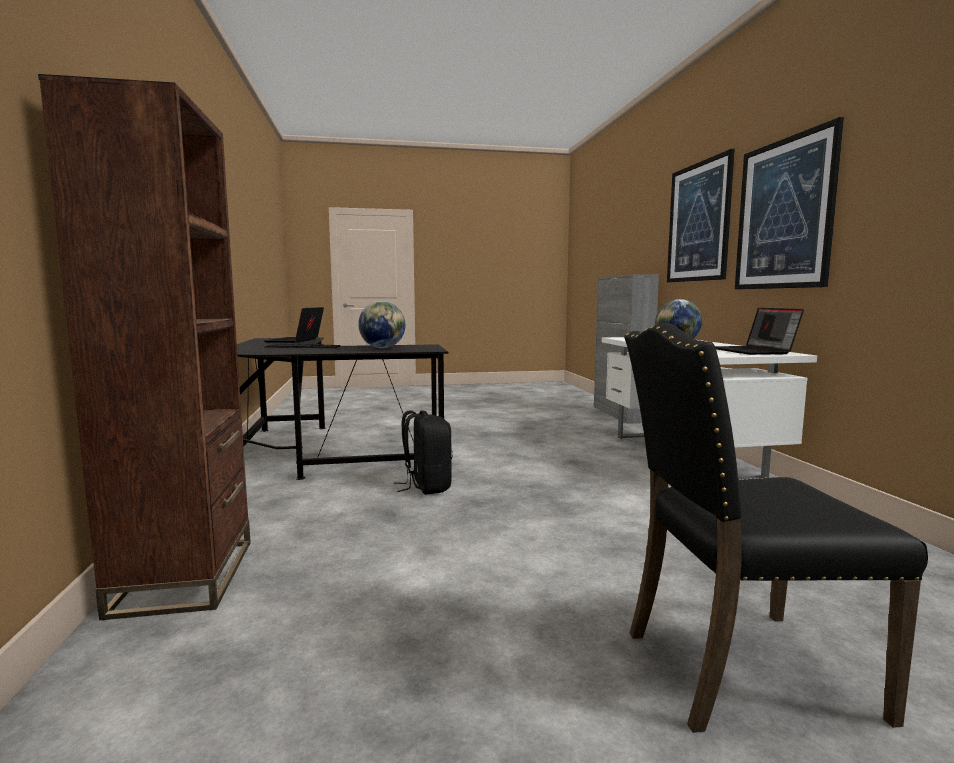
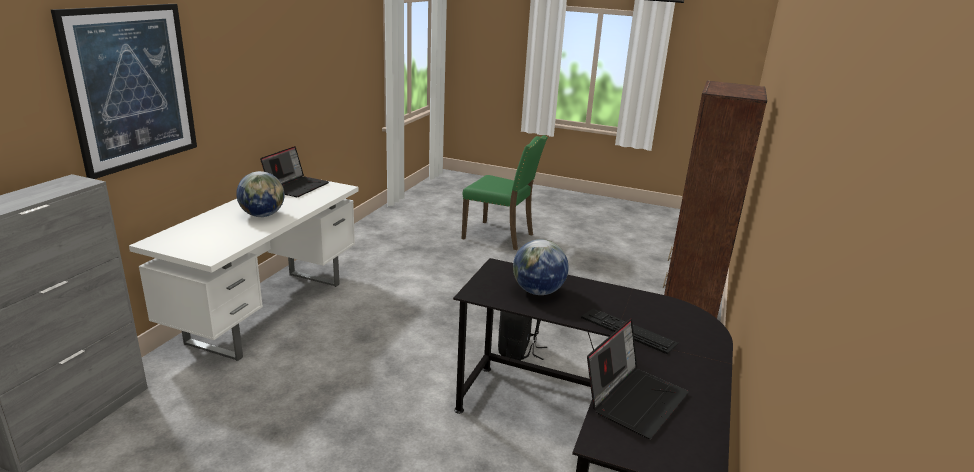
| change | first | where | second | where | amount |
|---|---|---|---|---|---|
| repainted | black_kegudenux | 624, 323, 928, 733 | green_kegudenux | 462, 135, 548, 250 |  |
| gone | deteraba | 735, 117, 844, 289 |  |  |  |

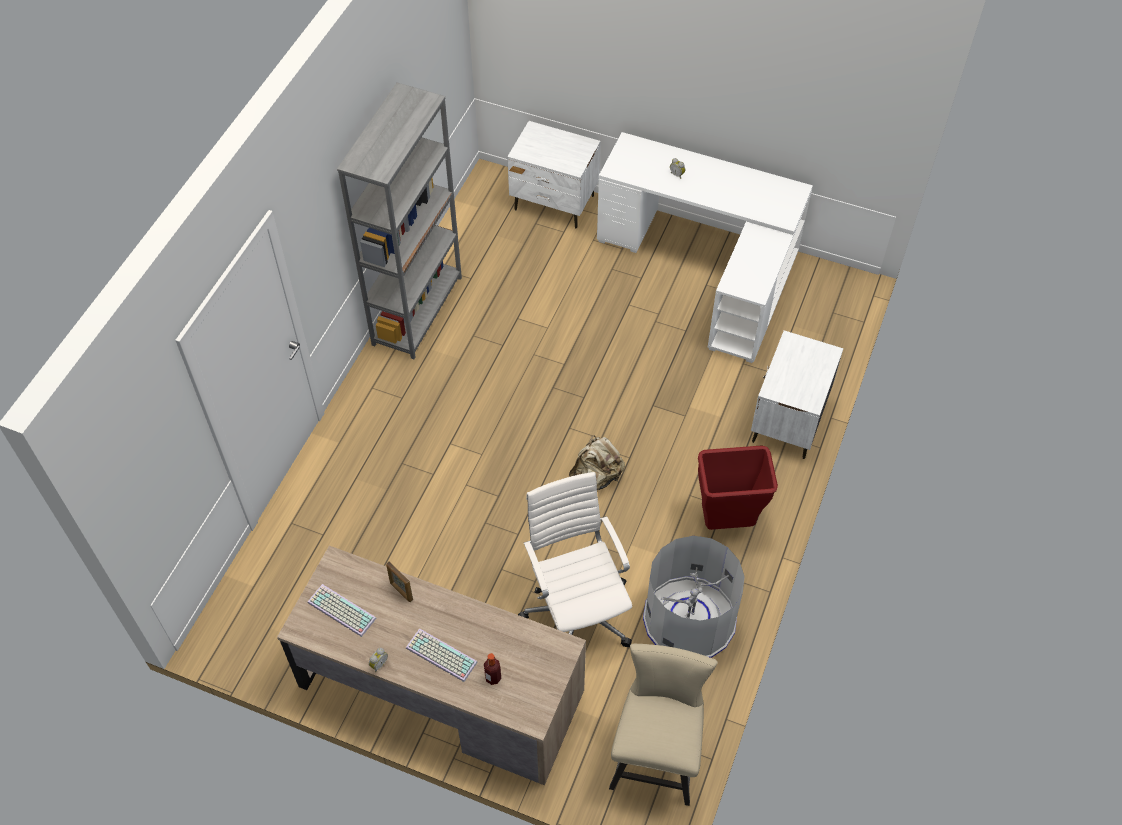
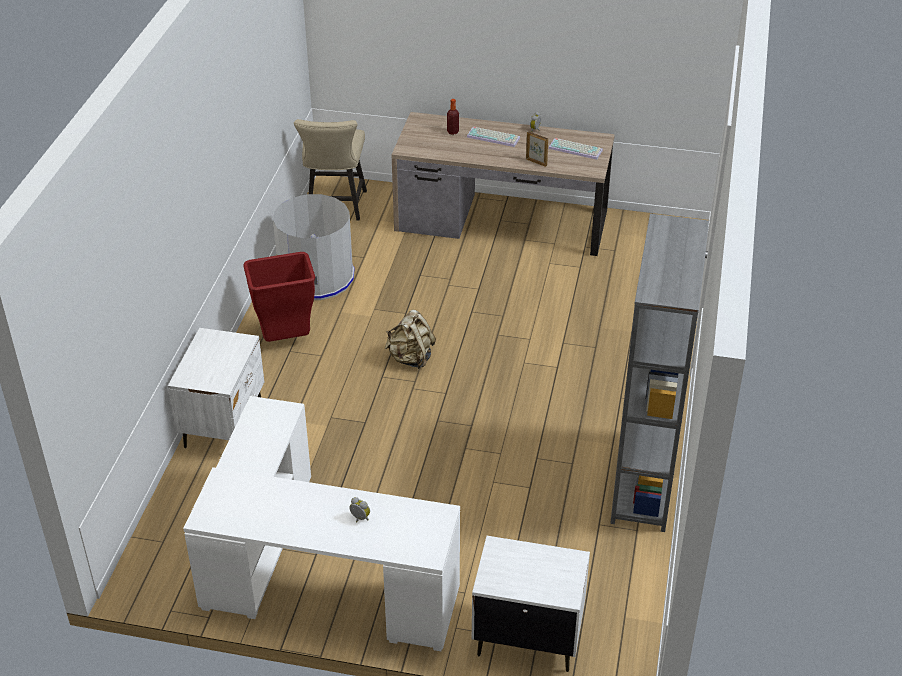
| change | first | where | second | where | amount |
|---|---|---|---|---|---|
| gone | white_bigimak | 518, 472, 632, 647 |  |  |  |

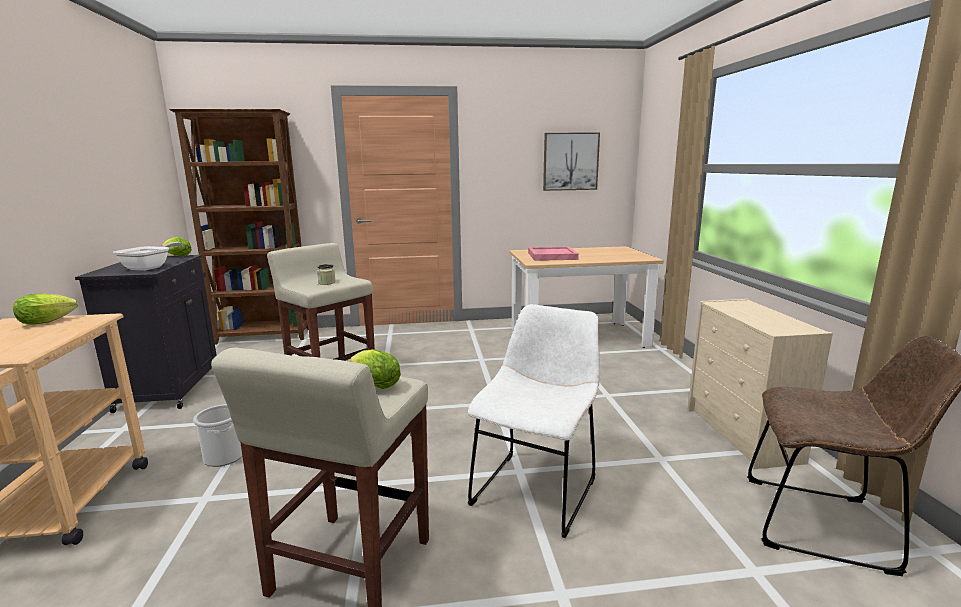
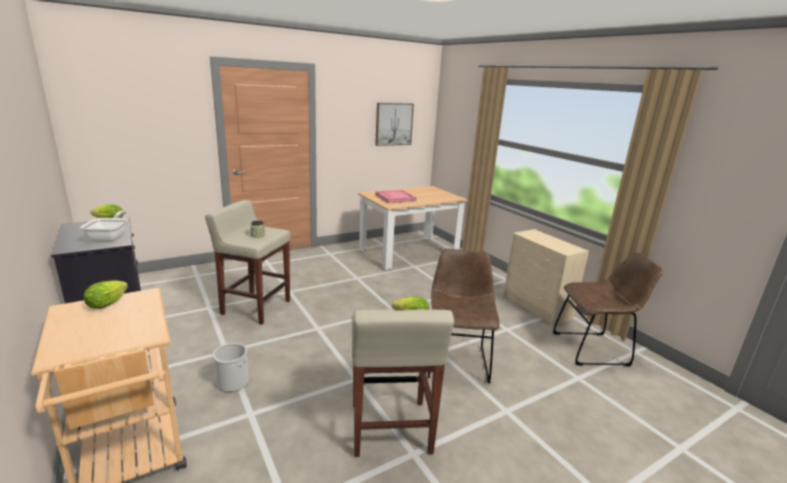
| change | first | where | second | where | amount |
|---|---|---|---|---|---|
| repainted | white_kegudenux | 467, 304, 600, 538 | brown_kegudenux | 428, 249, 500, 383 |  |
| gone | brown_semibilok | 169, 109, 308, 345 |  |  |  |

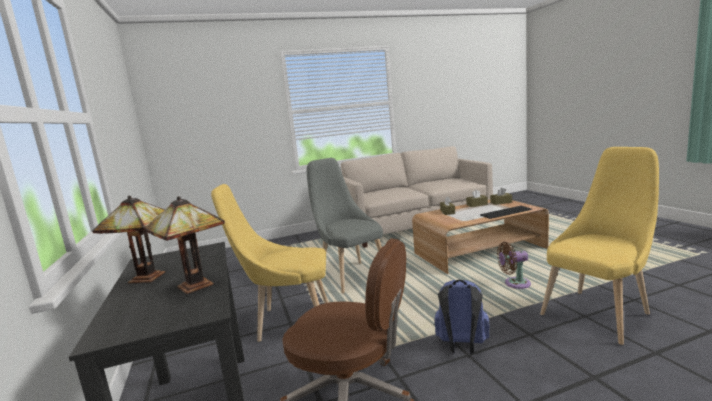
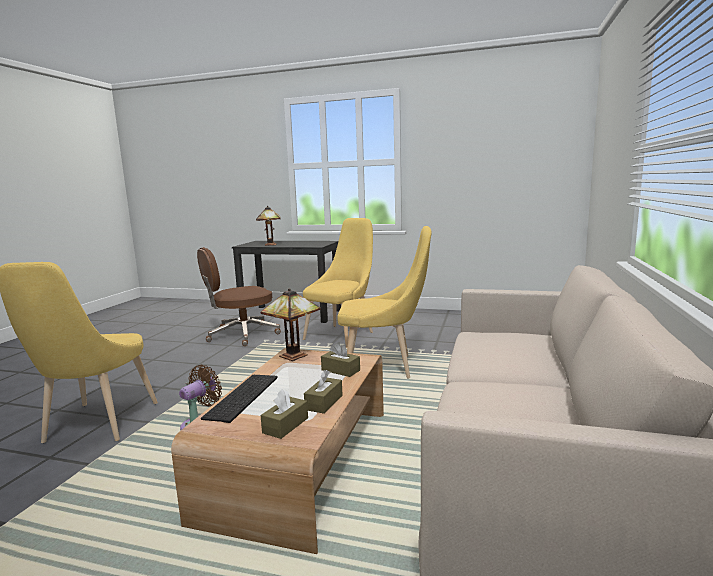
| change | first | where | second | where | amount |
|---|---|---|---|---|---|
| shifted | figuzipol | 92, 196, 165, 284 |  | 261, 288, 321, 361 |  |
| repainted | grey_kegudenux | 307, 158, 383, 294 | yellow_kegudenux | 338, 226, 431, 378 |  |
| gone | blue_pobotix | 434, 280, 490, 354 |  |  |  |

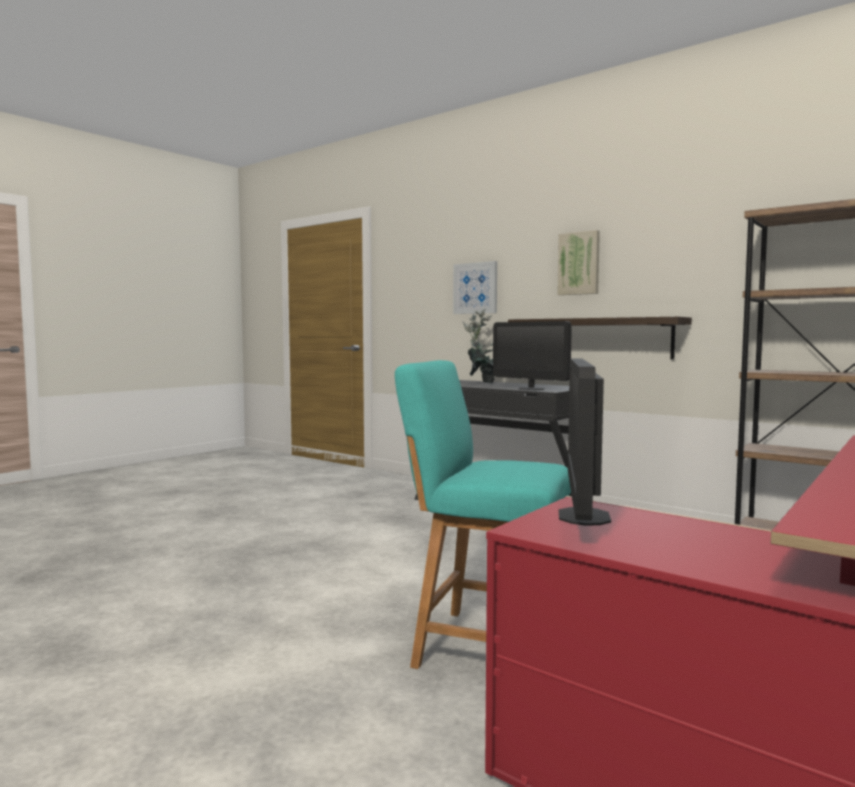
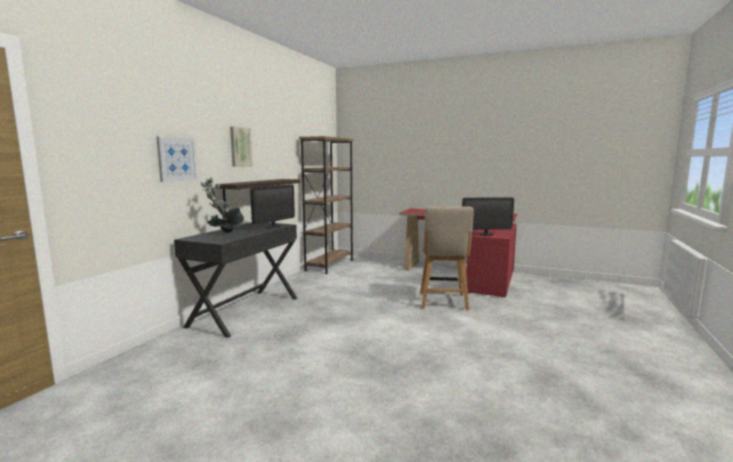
| change | first | where | second | where | amount |
|---|---|---|---|---|---|
| repainted | turquoise_kegudenux | 395, 360, 571, 669 | beige_kegudenux | 420, 206, 474, 311 |  |

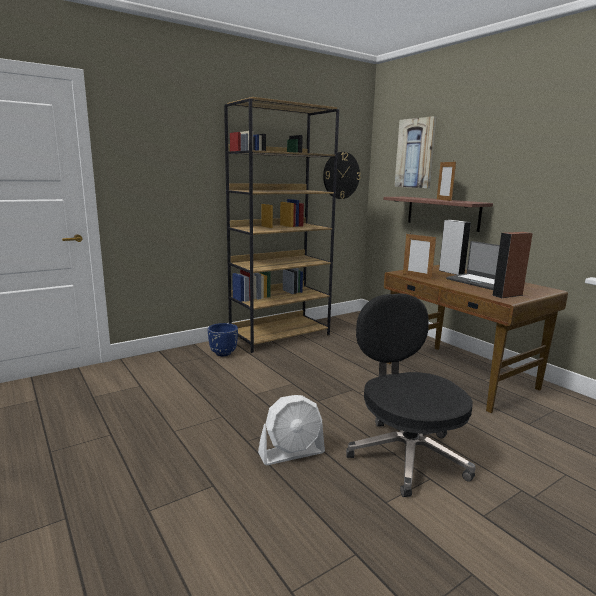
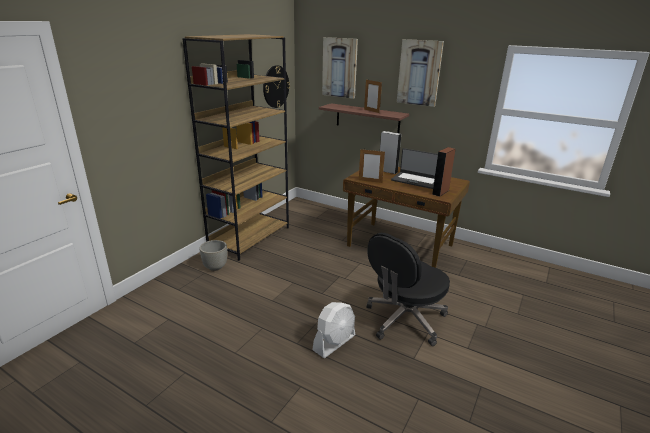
| change | first | where | second | where | amount |
|---|---|---|---|---|---|
| repainted | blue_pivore | 208, 323, 238, 356 | grey_pivore | 200, 240, 227, 271 |  |
| rotated | black_bigimak | 346, 293, 476, 497 |  | 367, 233, 450, 346 | 90 degrees counterclockwise |
| new |  |  | deteraba | 397, 39, 444, 107 |  |

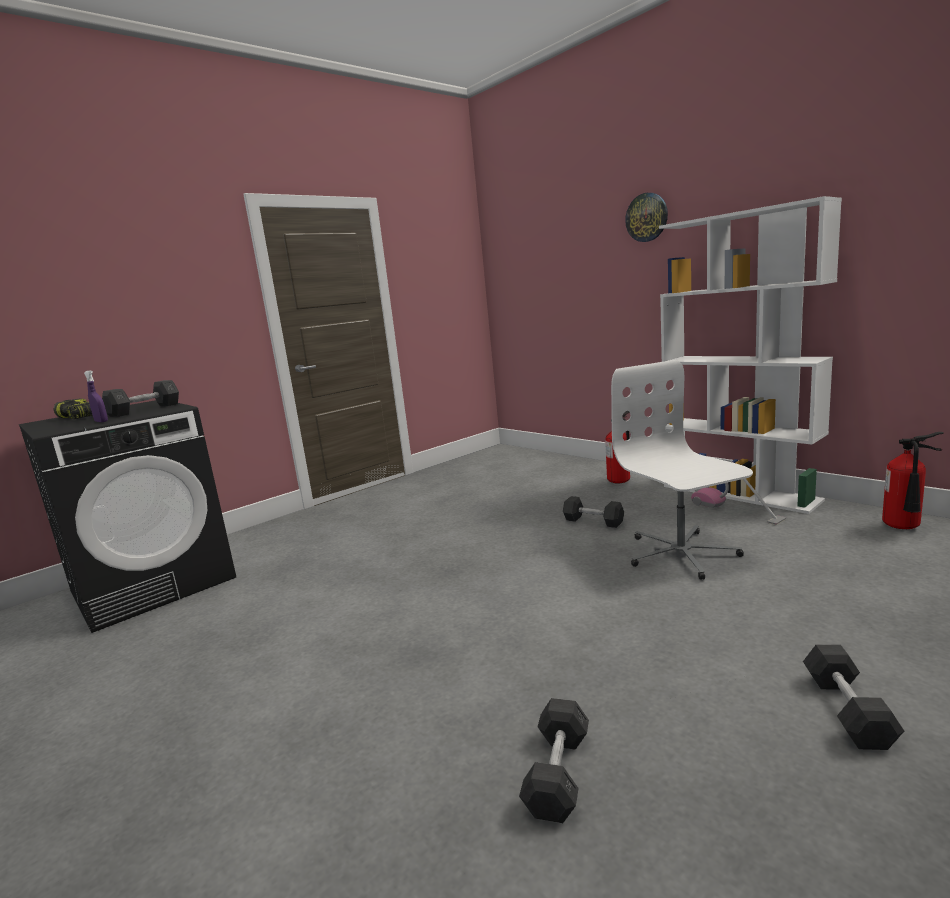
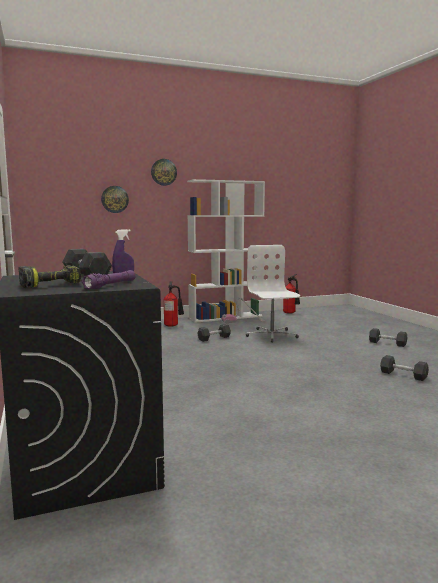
| change | first | where | second | where | amount |
|---|---|---|---|---|---|
| new |  |  | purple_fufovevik | 82, 270, 135, 289 |  |
| new |  |  | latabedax | 101, 186, 129, 213 |  |
| rotated | white_bigimak | 611, 360, 753, 580 |  | 246, 245, 300, 342 | 75 degrees clockwise |

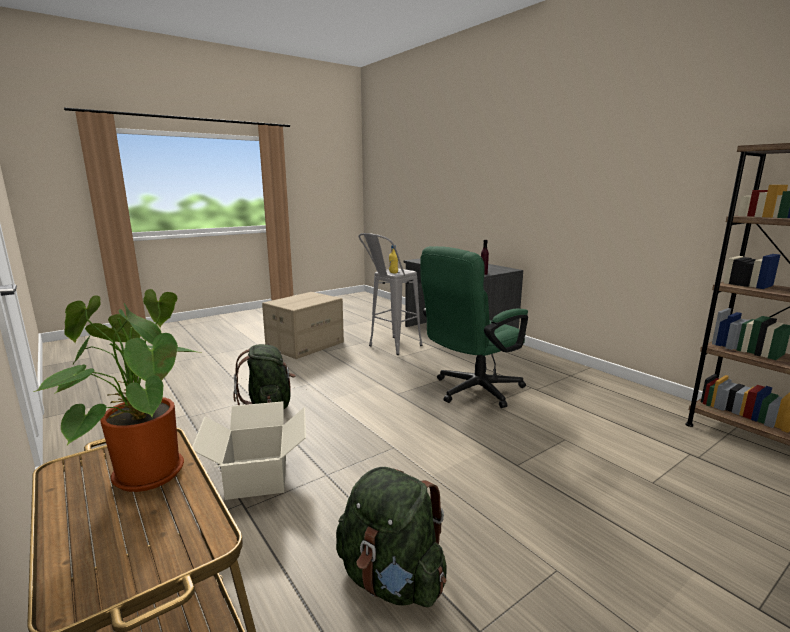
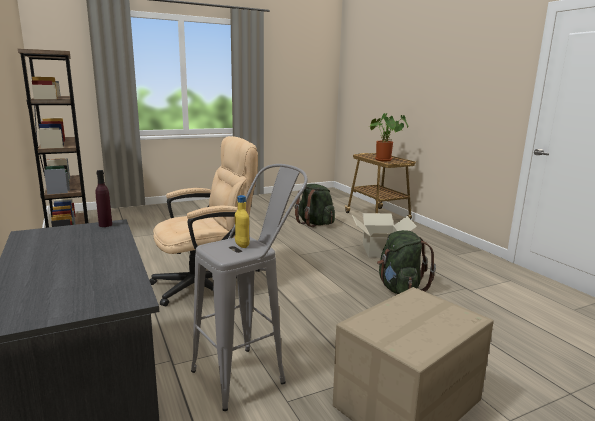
| change | first | where | second | where | amount |
|---|---|---|---|---|---|
| repainted | green_bigimak | 420, 246, 528, 408 | beige_bigimak | 150, 136, 258, 306 |  |

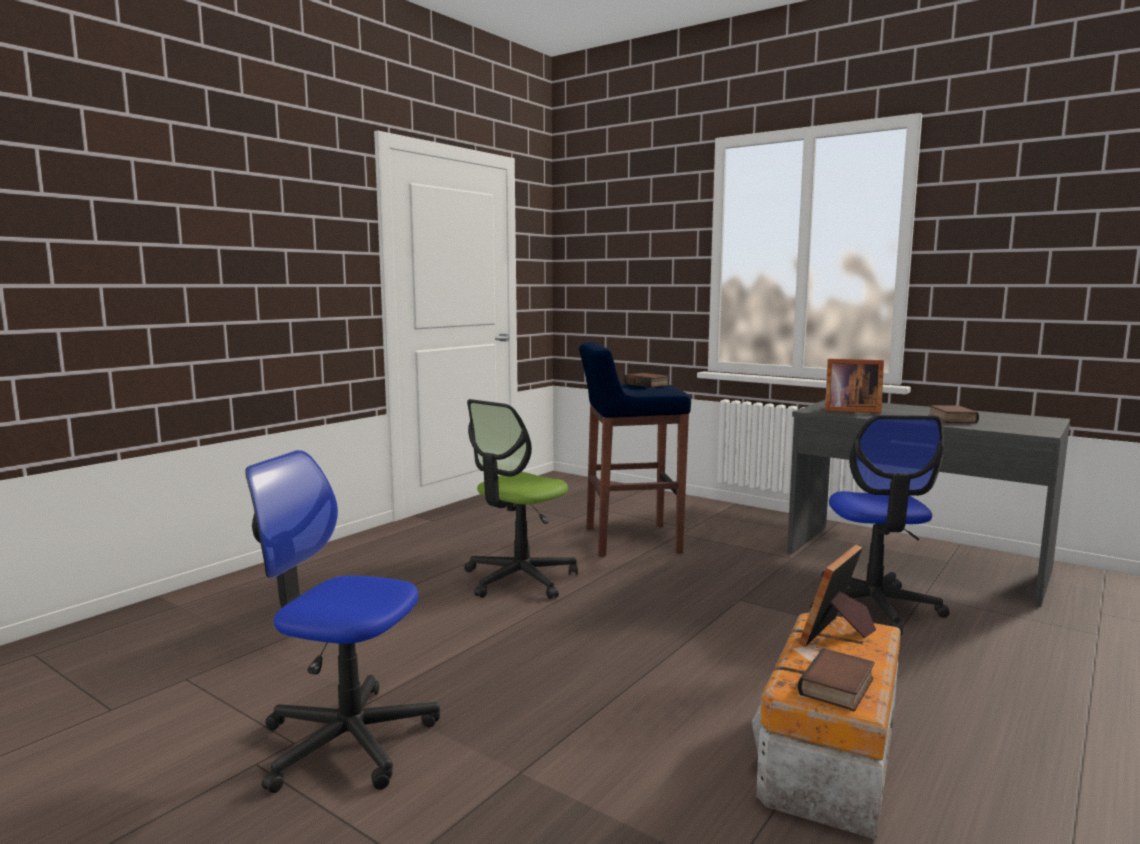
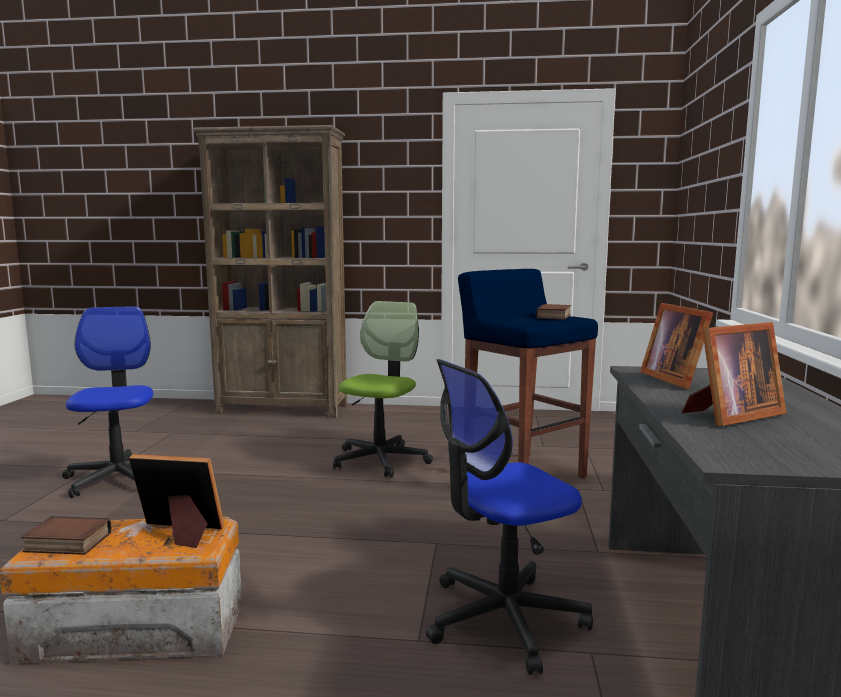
| change | first | where | second | where | amount |
|---|---|---|---|---|---|
| new |  |  | brown_semibilok | 193, 125, 347, 418 |  |
| rotated | bigimak | 464, 399, 578, 599 |  | 333, 301, 433, 478 | 105 degrees clockwise |
| swapped | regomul | 929, 405, 979, 423 | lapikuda | 682, 322, 786, 426 |  |

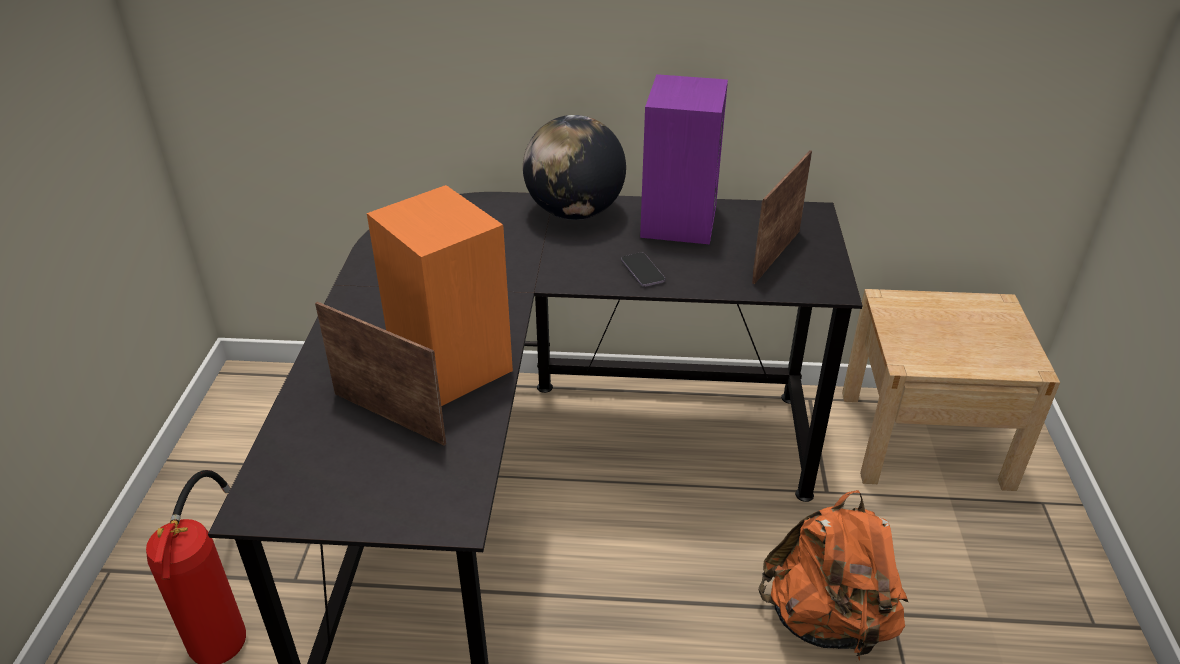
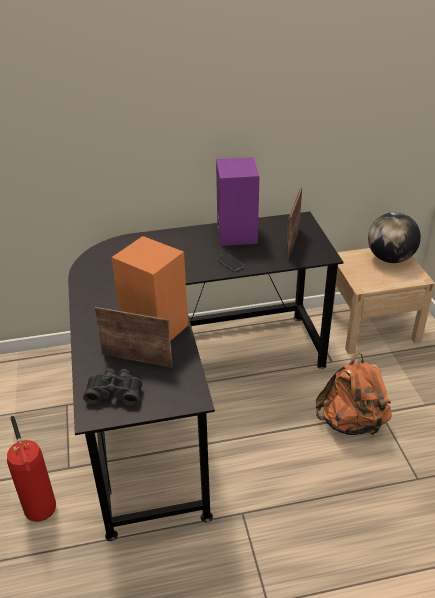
| change | first | where | second | where | amount |
|---|---|---|---|---|---|
| new |  |  | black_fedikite | 83, 368, 142, 406 |  |
| shifted | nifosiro | 523, 115, 626, 220 |  | 368, 212, 421, 263 |  |

